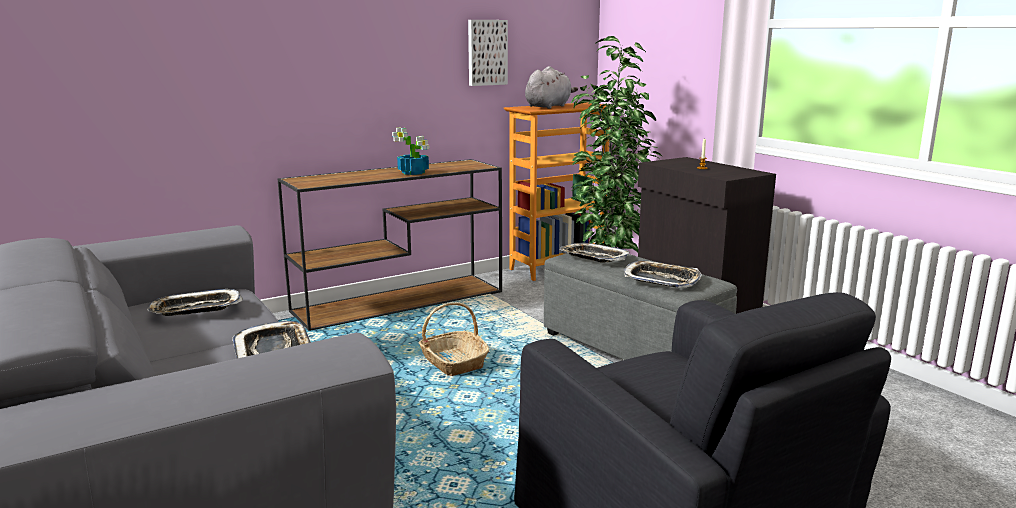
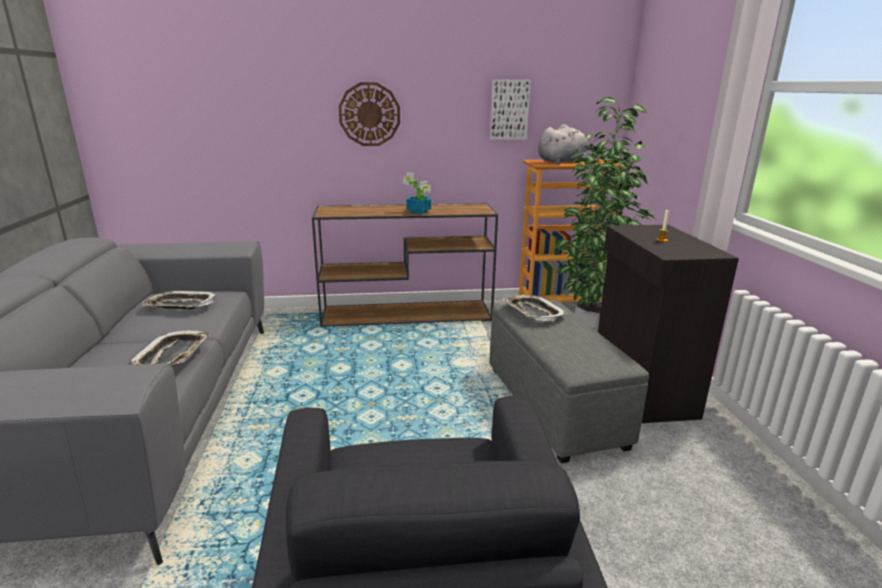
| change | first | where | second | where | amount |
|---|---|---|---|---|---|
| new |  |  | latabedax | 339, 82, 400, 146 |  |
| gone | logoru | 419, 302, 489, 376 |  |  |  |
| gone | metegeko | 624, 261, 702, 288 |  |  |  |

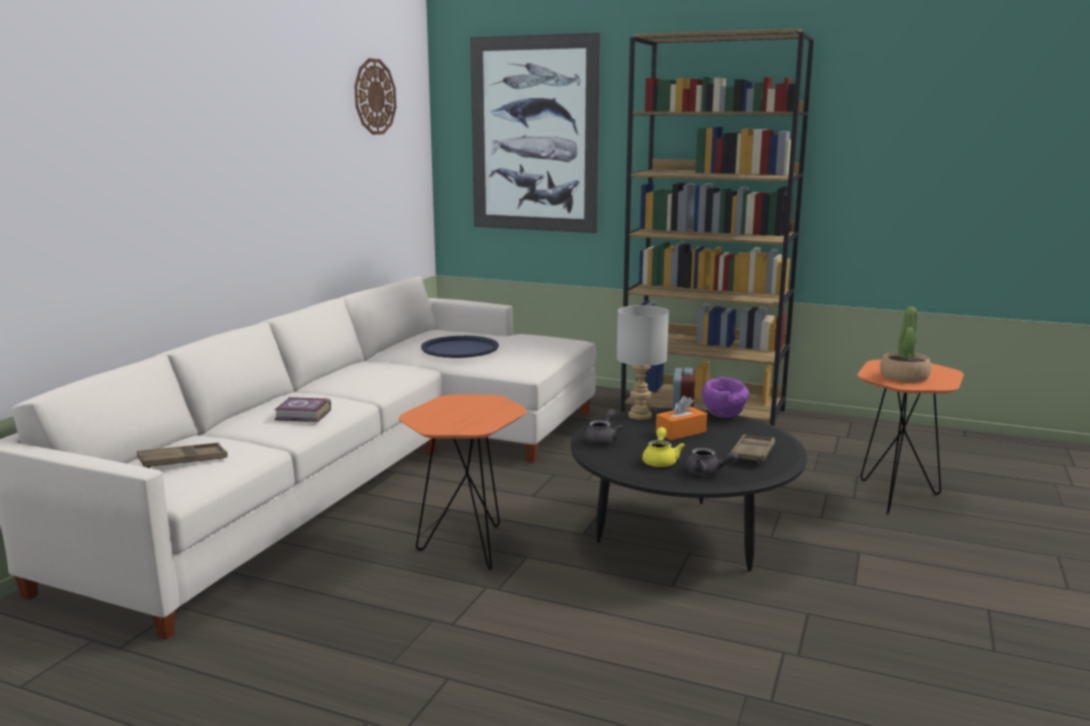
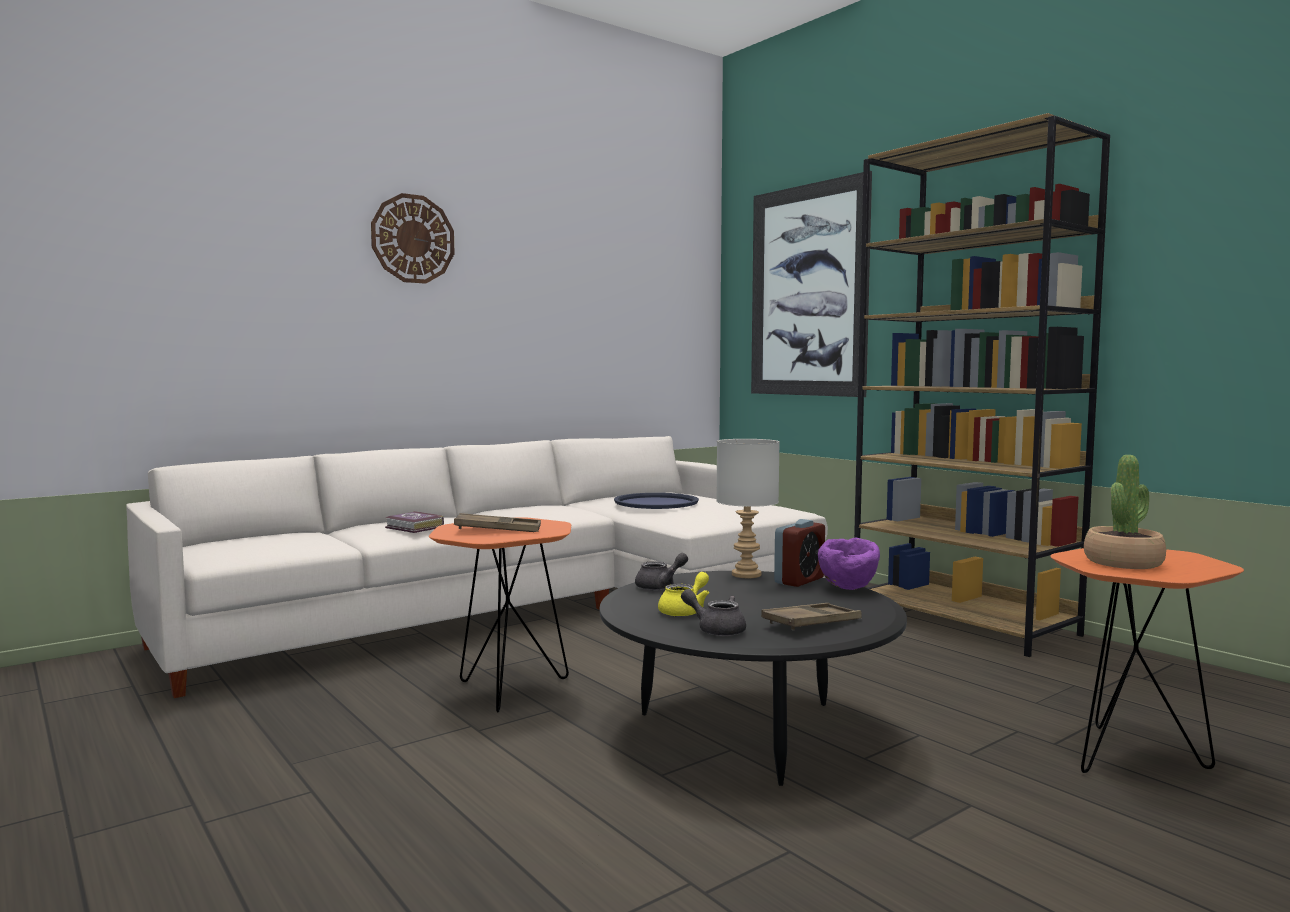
| change | first | where | second | where | amount |
|---|---|---|---|---|---|
| shifted | latabedax | 354, 58, 396, 135 |  | 371, 193, 455, 284 |  |
| shifted | brown_metegeko | 137, 443, 228, 468 |  | 454, 513, 541, 532 |  |
| rotated | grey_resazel | 685, 448, 738, 476 |  | 681, 589, 746, 636 | 150 degrees clockwise |
| gone | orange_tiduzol | 656, 396, 707, 440 |  |  |  |

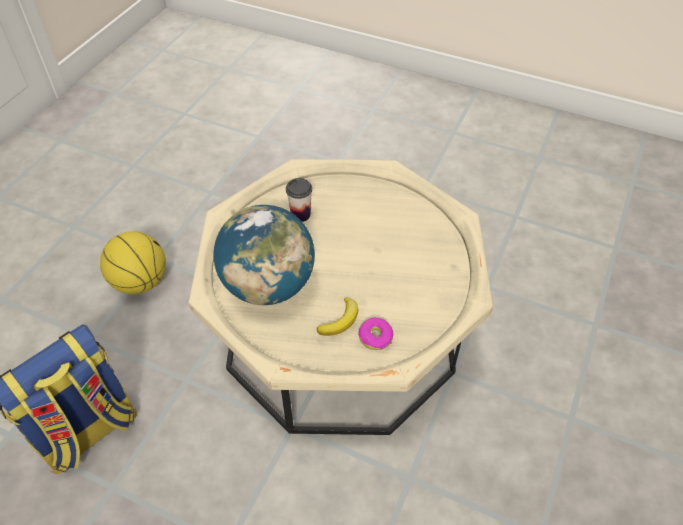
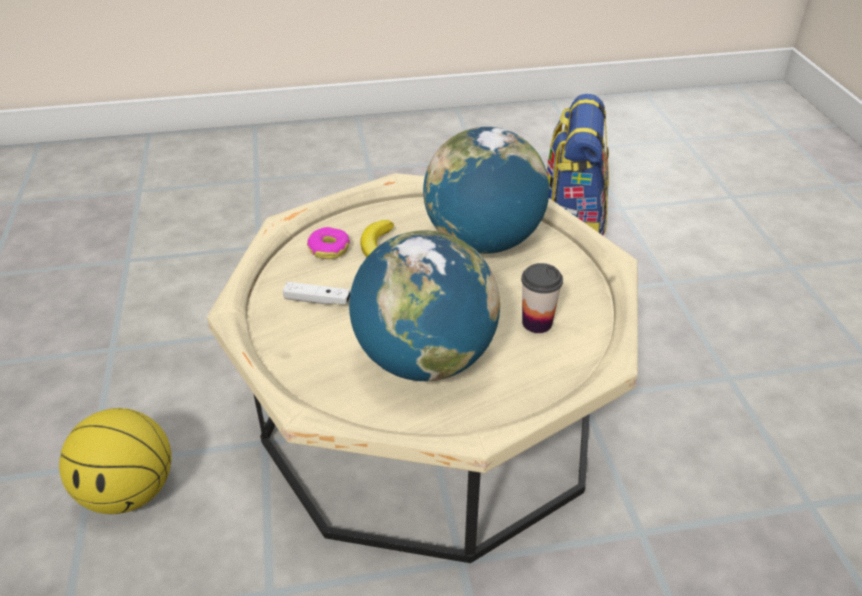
| change | first | where | second | where | amount |
|---|---|---|---|---|---|
| shifted | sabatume | 100, 231, 166, 294 |  | 59, 408, 172, 514 |  |
| new |  |  | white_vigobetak | 283, 282, 350, 305 |  |
| new |  |  | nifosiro | 349, 230, 500, 381 |  |

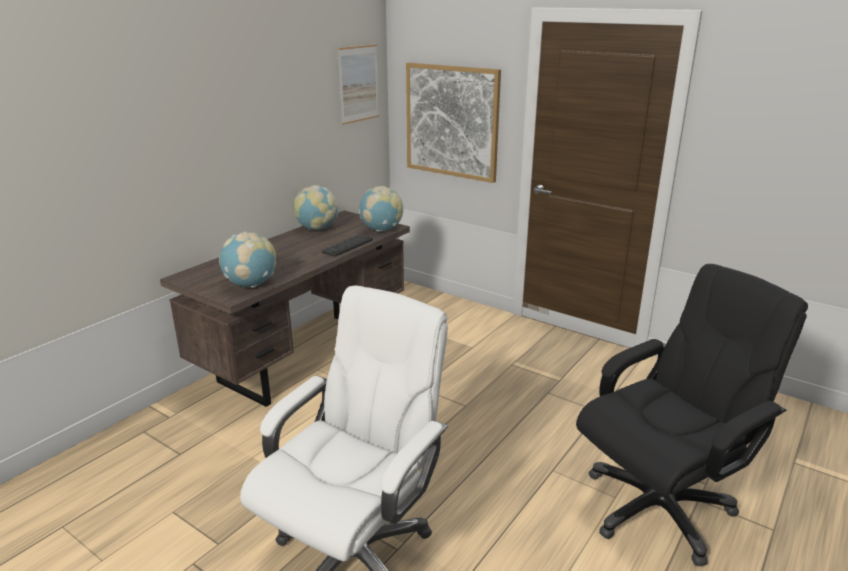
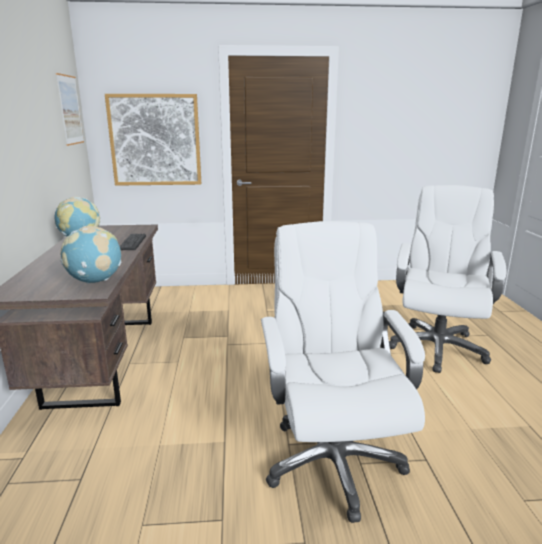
| change | first | where | second | where | amount |
|---|---|---|---|---|---|
| repainted | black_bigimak | 576, 264, 808, 567 | white_bigimak | 389, 185, 506, 373 |  |
| gone | nifosiro | 359, 186, 403, 232 |  |  |  |

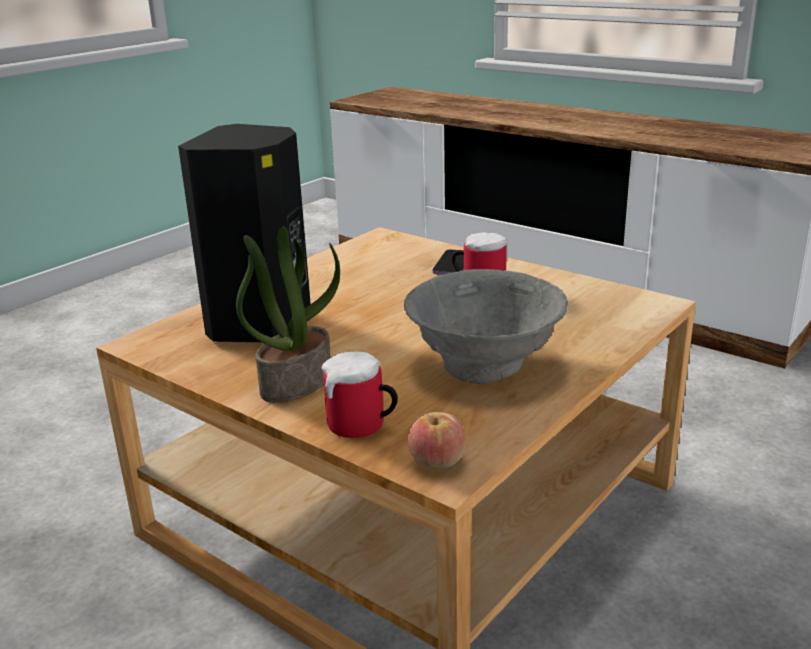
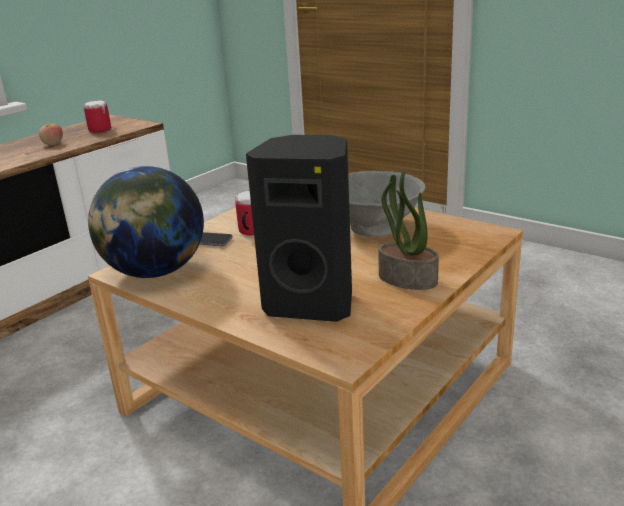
| change | first | where | second | where | amount |
|---|---|---|---|---|---|
| shifted | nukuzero | 408, 412, 466, 468 |  | 39, 123, 63, 145 |  |
| shifted | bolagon | 322, 351, 398, 438 |  | 84, 101, 111, 133 |  |
| new |  |  | nifosiro | 88, 166, 204, 278 |  |

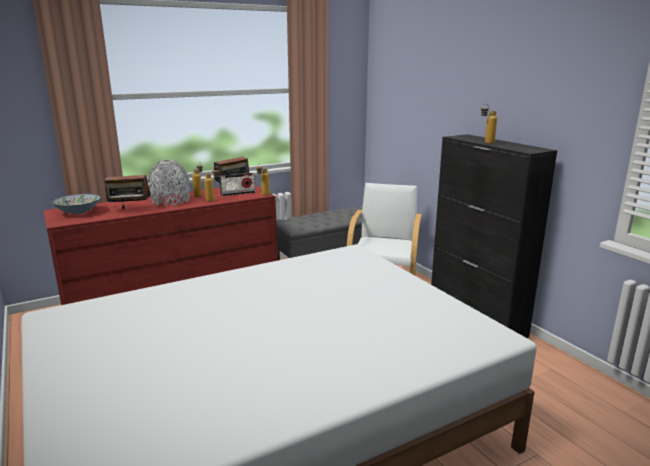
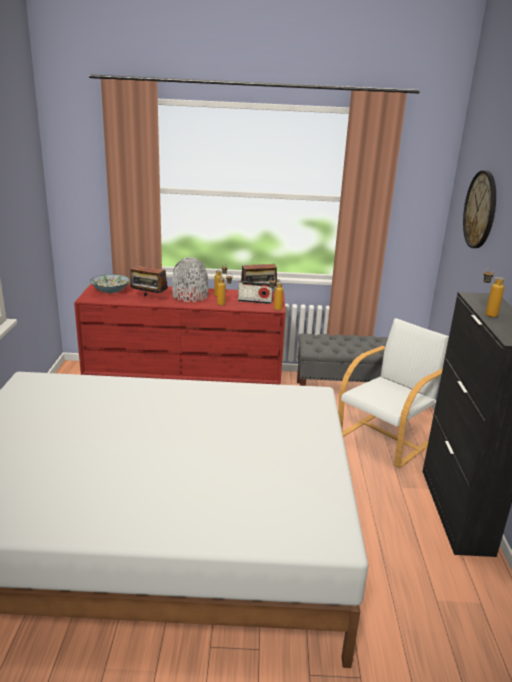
| change | first | where | second | where | amount |
|---|---|---|---|---|---|
| new |  |  | latabedax | 463, 170, 496, 248 |  |

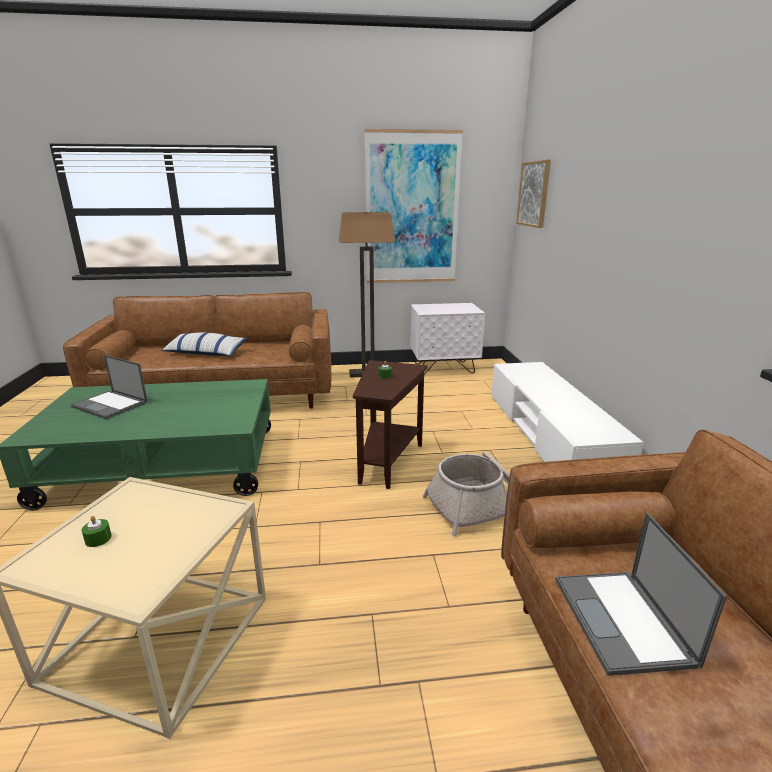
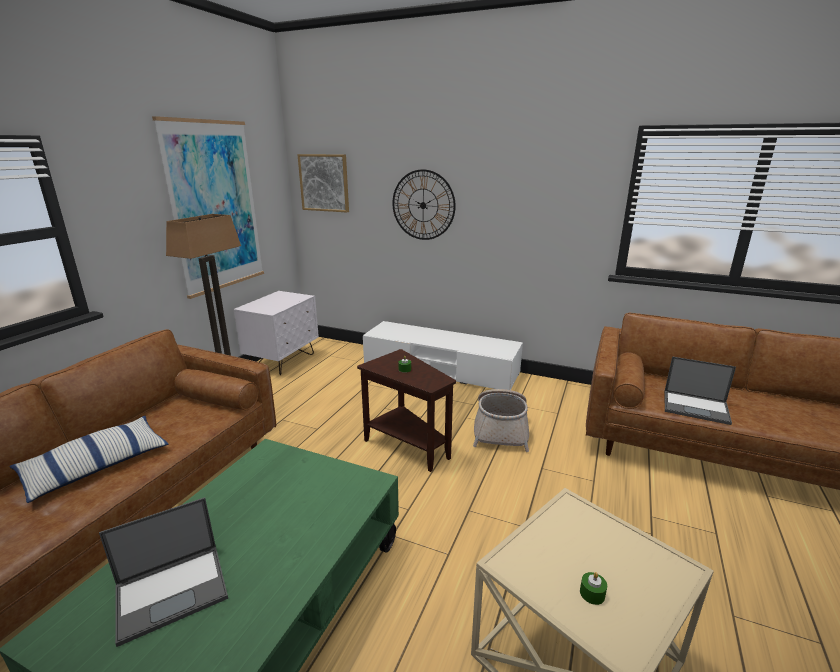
| change | first | where | second | where | amount |
|---|---|---|---|---|---|
| new |  |  | latabedax | 392, 169, 456, 240 |  |

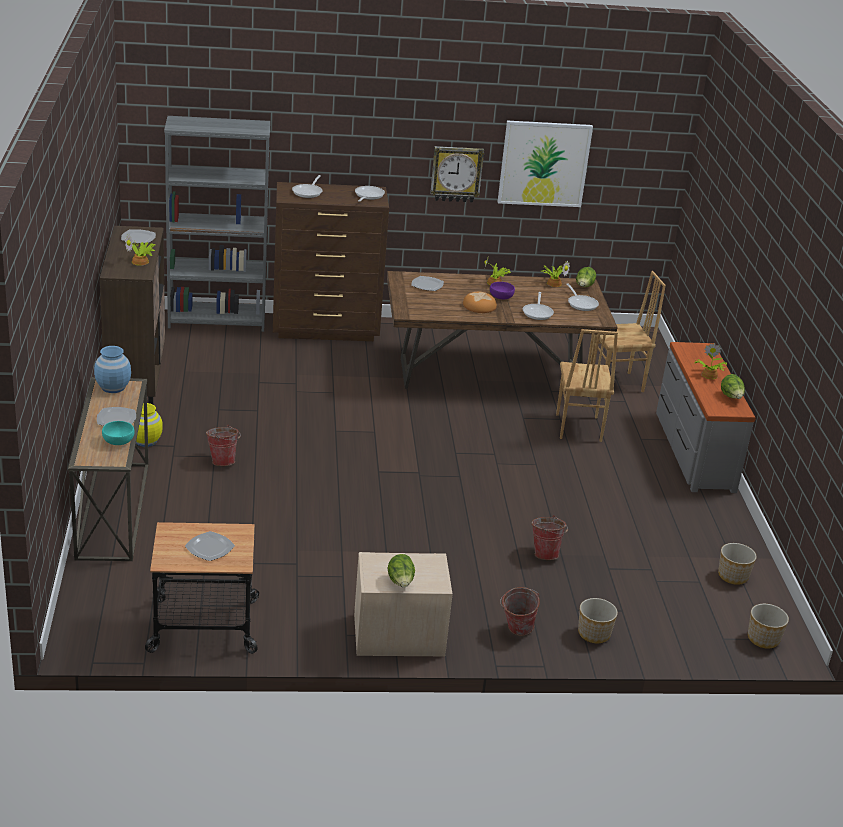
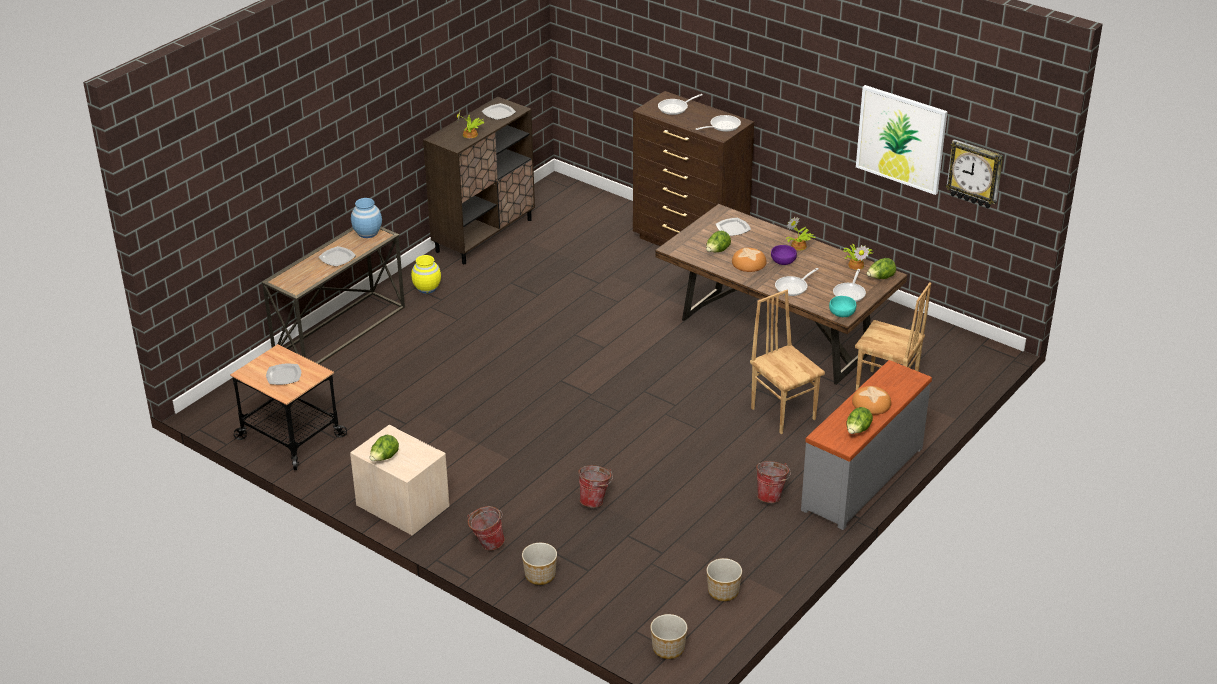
| change | first | where | second | where | amount |
|---|---|---|---|---|---|
| new |  |  | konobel | 706, 231, 731, 252 |  |
| rotated | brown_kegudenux | 556, 329, 618, 442 |  | 750, 290, 825, 434 | 105 degrees clockwise |
| shifted | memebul | 206, 425, 241, 466 |  | 756, 461, 791, 503 |  |
| shifted | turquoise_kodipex | 102, 421, 135, 445 |  | 829, 296, 856, 317 |  |
| swapped | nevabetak | 694, 343, 727, 379 | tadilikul | 852, 386, 891, 415 |  |
| shifted | latabedax | 430, 146, 484, 202 |  | 946, 139, 1003, 208 |  |
| gone | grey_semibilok | 164, 116, 270, 332 |  |  |  |

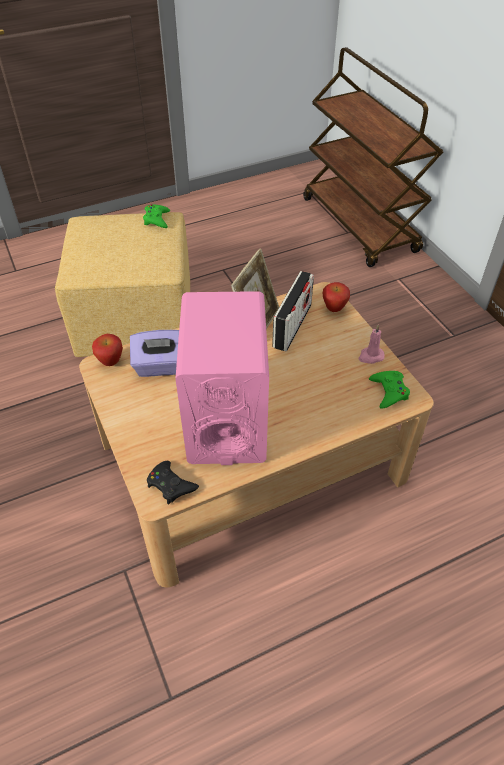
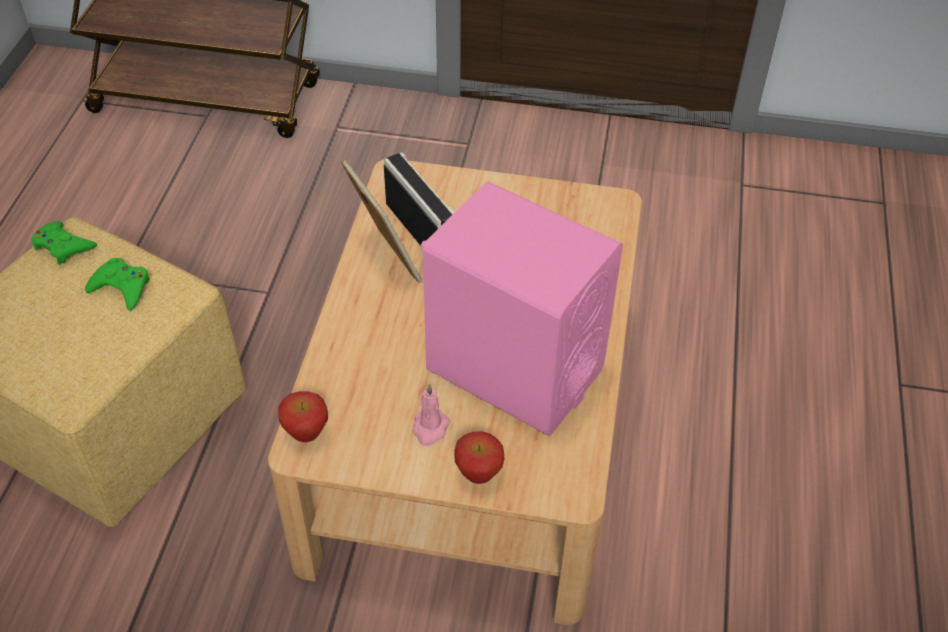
| change | first | where | second | where | amount |
|---|---|---|---|---|---|
| shifted | green_vigobetak | 369, 371, 410, 408 |  | 85, 258, 150, 311 |  |
| shifted | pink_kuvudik | 359, 325, 385, 364 |  | 413, 384, 450, 446 |  |
| shifted | nukuzero | 323, 282, 350, 312 |  | 454, 431, 504, 484 |  |
| gone | purple_tiduzol | 130, 330, 179, 377 |  |  |  |
| gone | black_vigobetak | 147, 461, 199, 504 |  |  |  |

